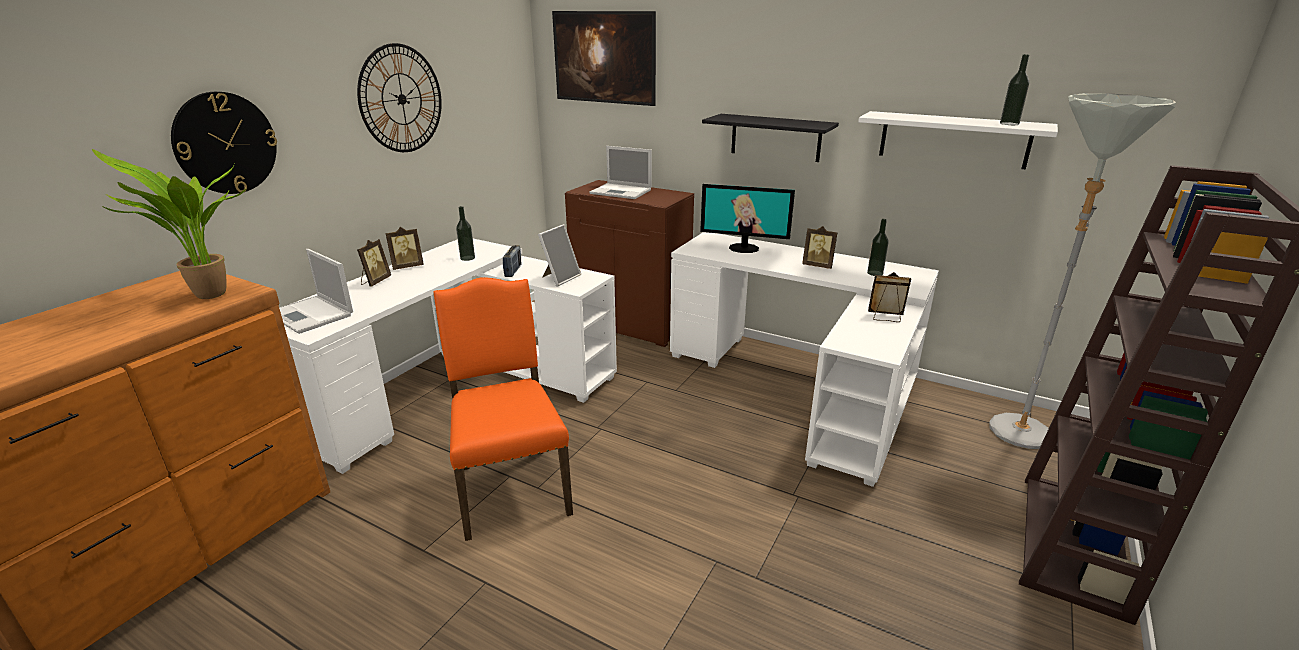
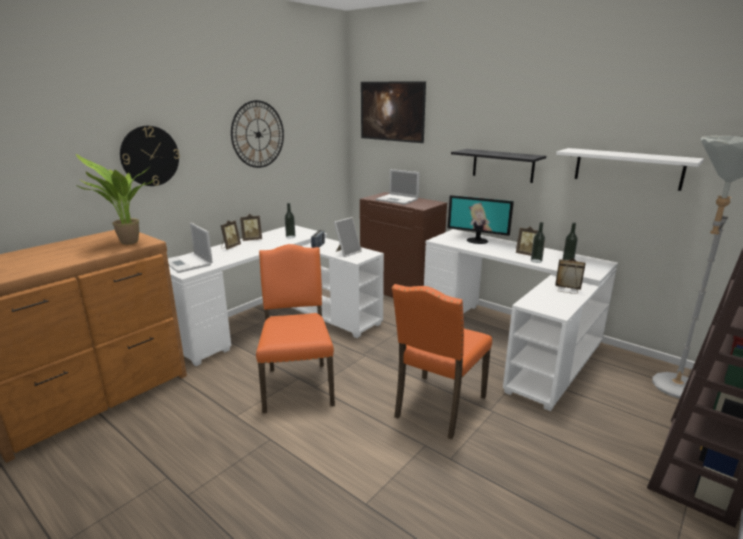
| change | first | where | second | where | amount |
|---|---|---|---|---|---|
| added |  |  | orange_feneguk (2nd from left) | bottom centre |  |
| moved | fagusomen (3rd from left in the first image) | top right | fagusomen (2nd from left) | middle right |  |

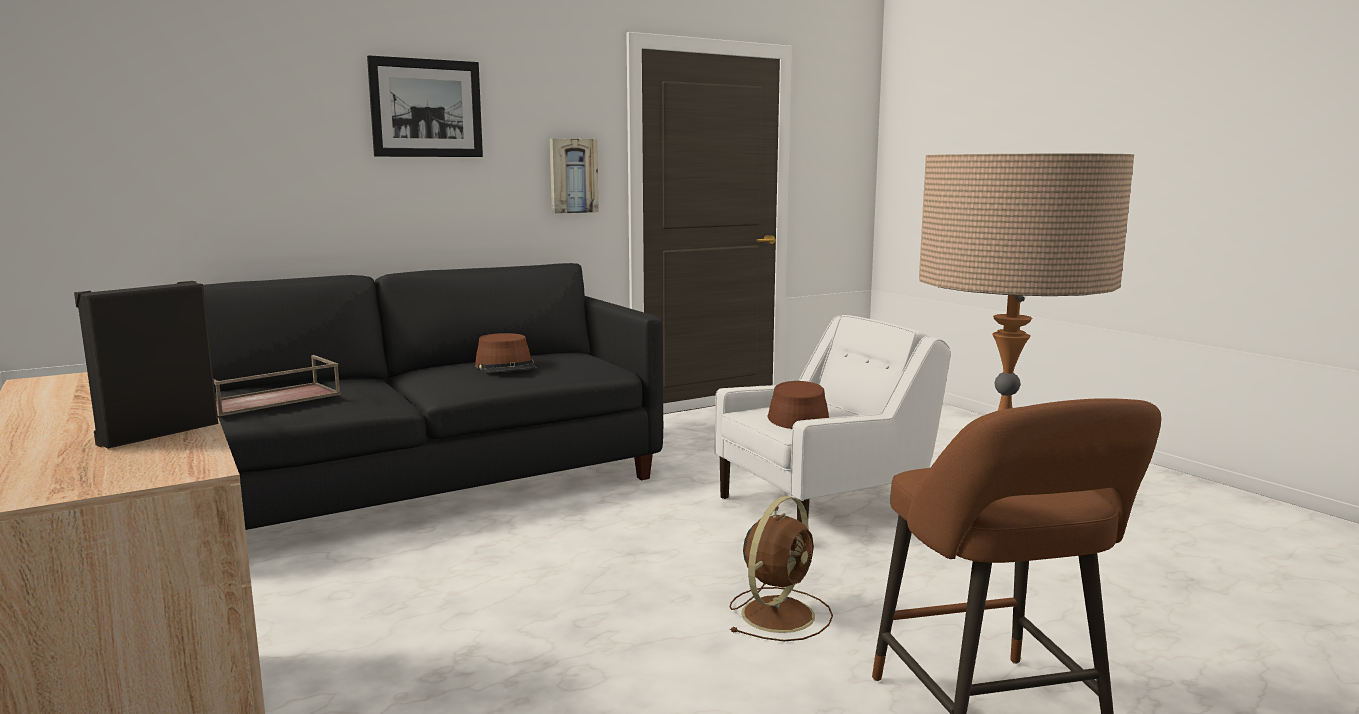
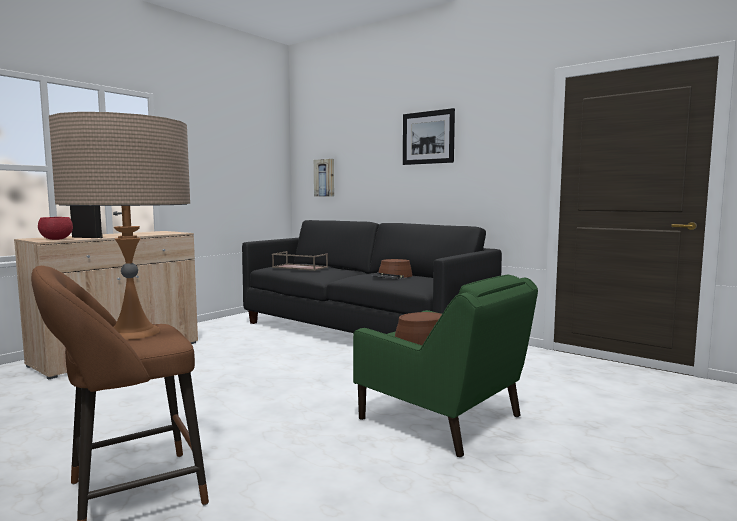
| change | first | where | second | where | amount |
|---|---|---|---|---|---|
| added |  |  | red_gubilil | middle left |  |
| moved | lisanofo (2nd from left in the first image) | top centre | lisanofo (1st from left) | centre |  |
| recoloured | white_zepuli | centre | green_zepuli | bottom centre |  |
| removed | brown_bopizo | bottom centre |  |  |  |

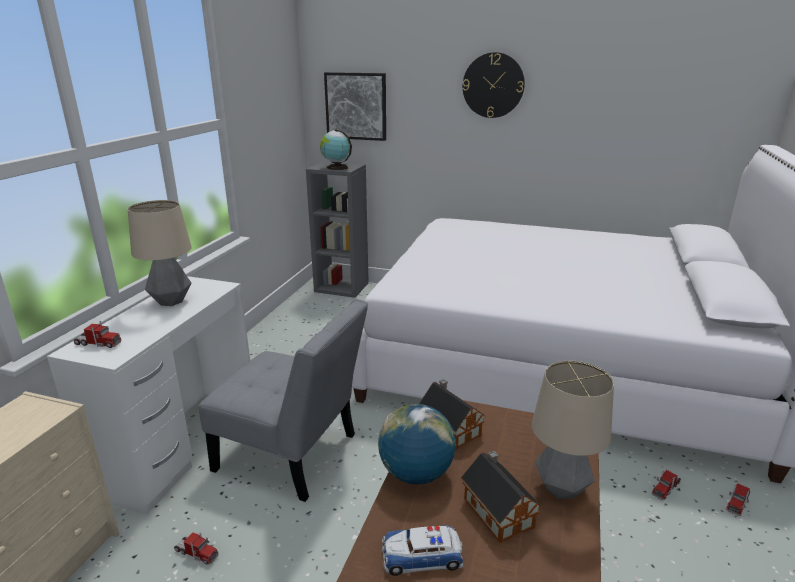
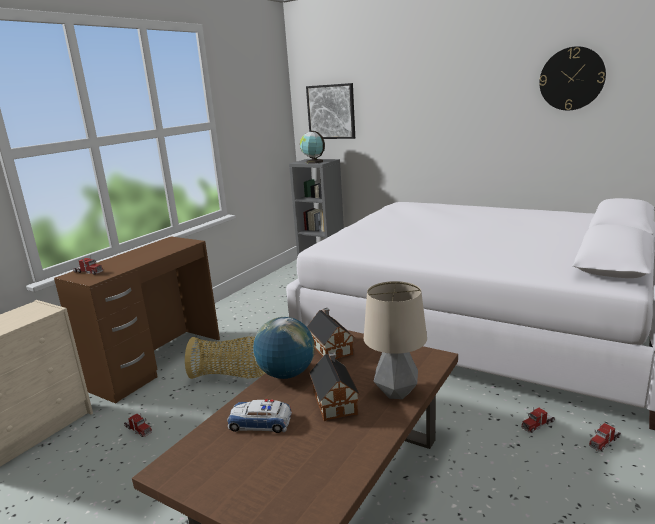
| change | first | where | second | where | amount |
|---|---|---|---|---|---|
| recoloured | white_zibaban | bottom left | brown_zibaban | middle left |  |
| replaced | grey_feneguk | bottom centre | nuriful | bottom centre |  |
| moved | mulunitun | top centre |  | top right |  |
| removed | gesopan (1st from left) | middle left |  |  |  |

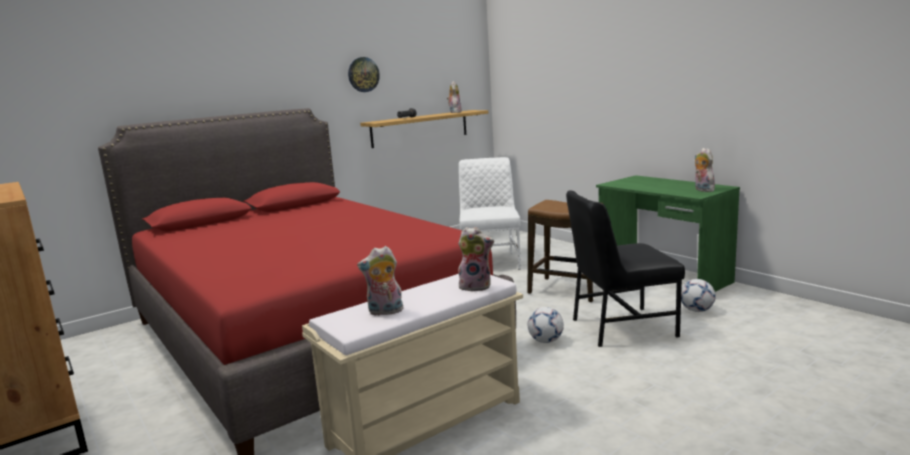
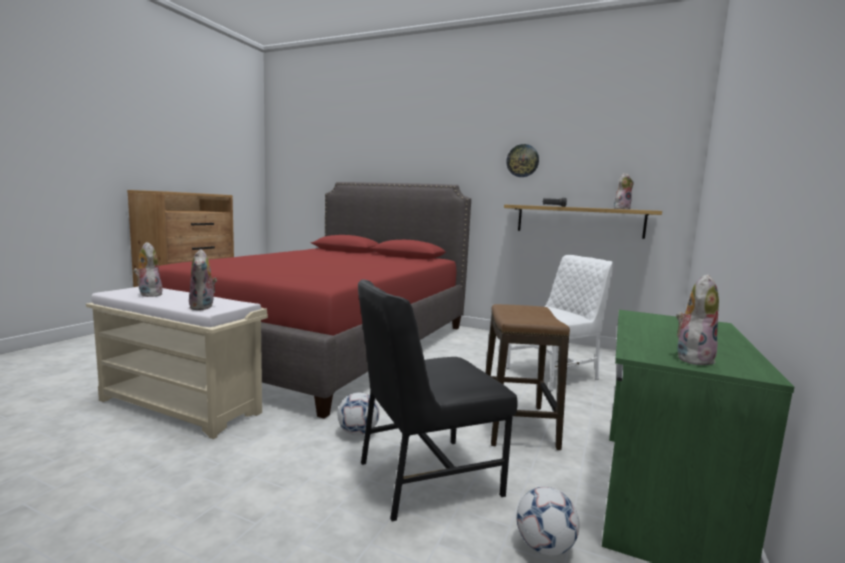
| change | first | where | second | where | amount |
|---|---|---|---|---|---|
| turned | black_feneguk | middle right |  | bottom centre | 75 degrees counterclockwise |

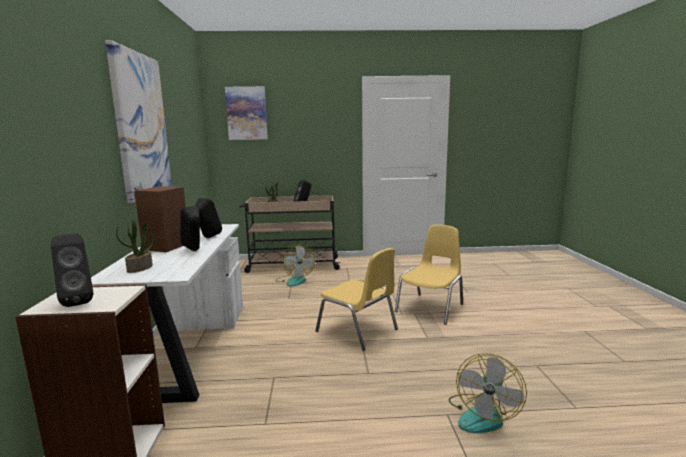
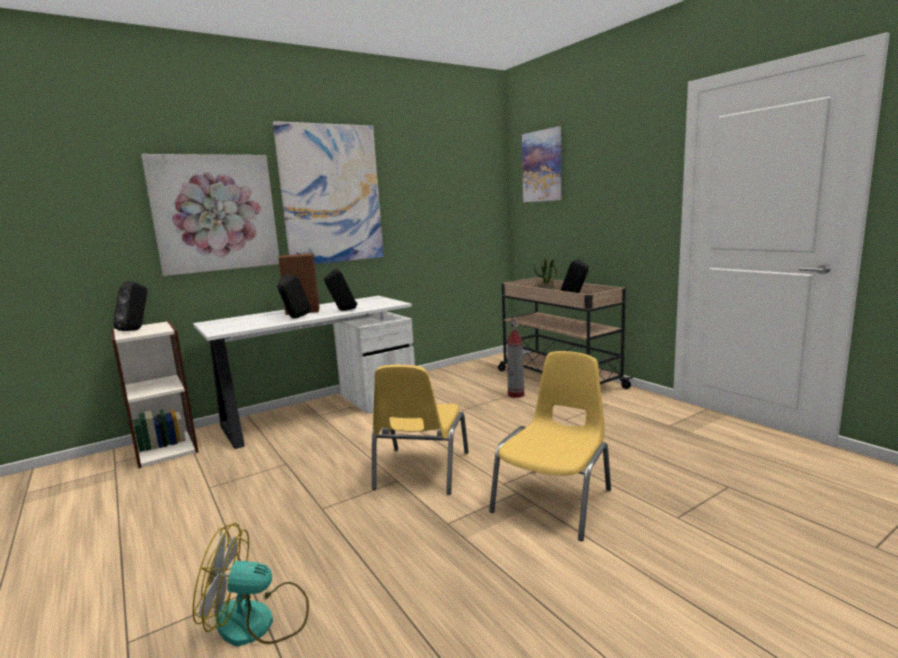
| change | first | where | second | where | amount |
|---|---|---|---|---|---|
| added |  |  | lisanofo (1st from left) | top left |  |
| turned | yellow_feneguk (2nd from left) | centre |  | bottom centre | 60 degrees counterclockwise |
| replaced | bopizo (1st from left) | centre | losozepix | centre |  |
| removed | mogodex (1st from left) | middle left |  |  |  |

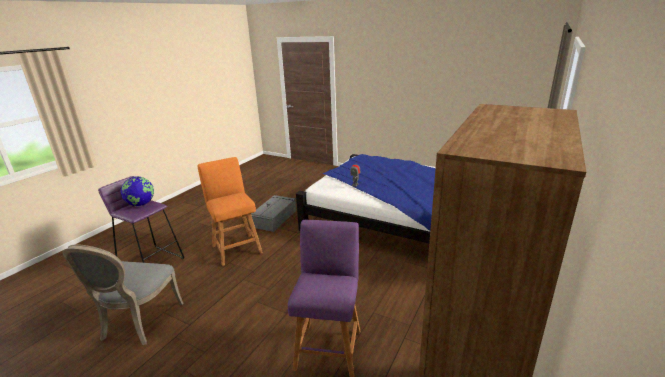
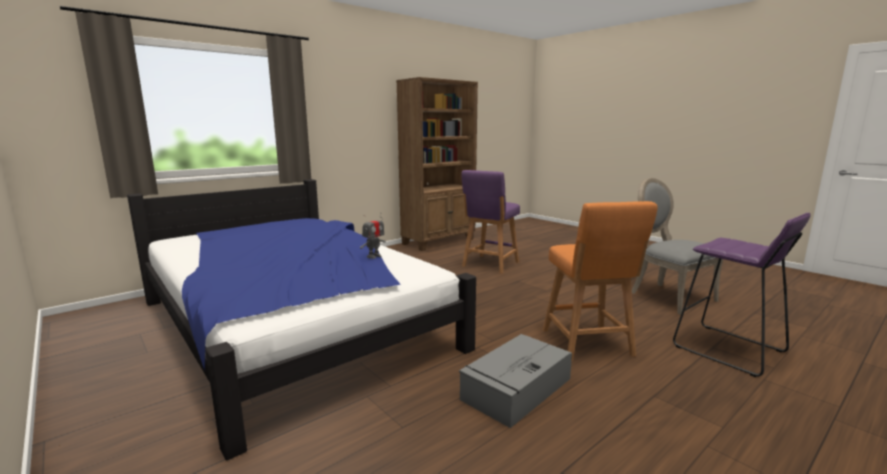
| change | first | where | second | where | amount |
|---|---|---|---|---|---|
| turned | grey_feneguk | bottom left |  | middle right | 60 degrees counterclockwise |
| removed | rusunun | middle left |  |  |  |

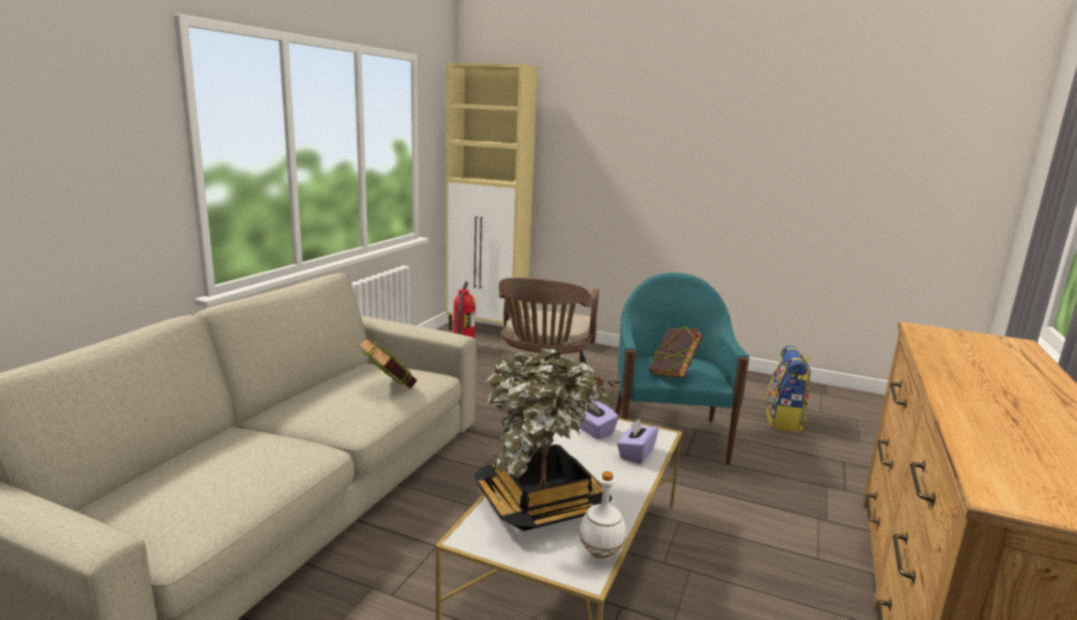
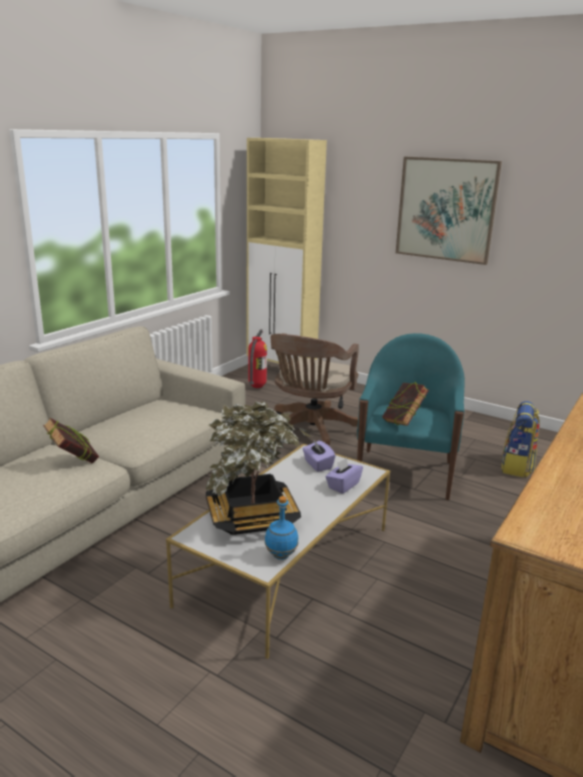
| change | first | where | second | where | amount |
|---|---|---|---|---|---|
| moved | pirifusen (1st from left) | centre |  | middle left |  |
| recoloured | white_fagusomen | bottom centre | blue_fagusomen | bottom centre |  |
| added |  |  | lisanofo | top right |  |

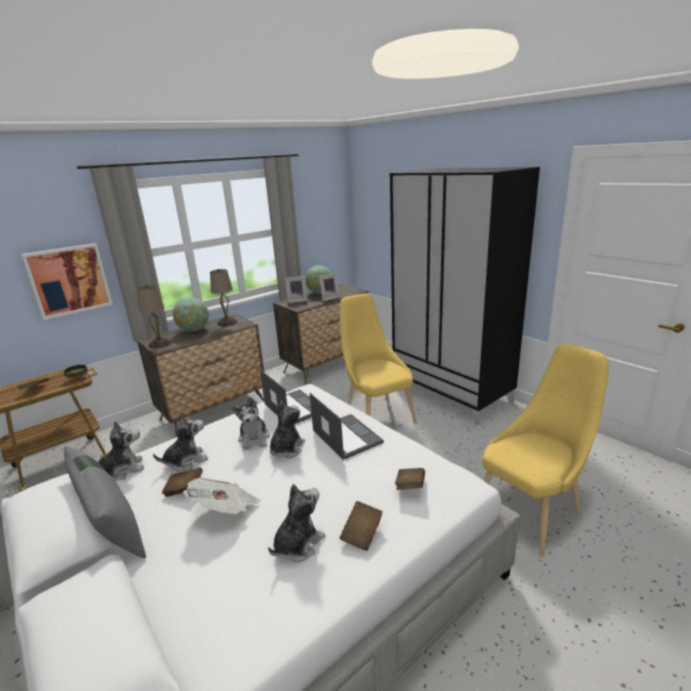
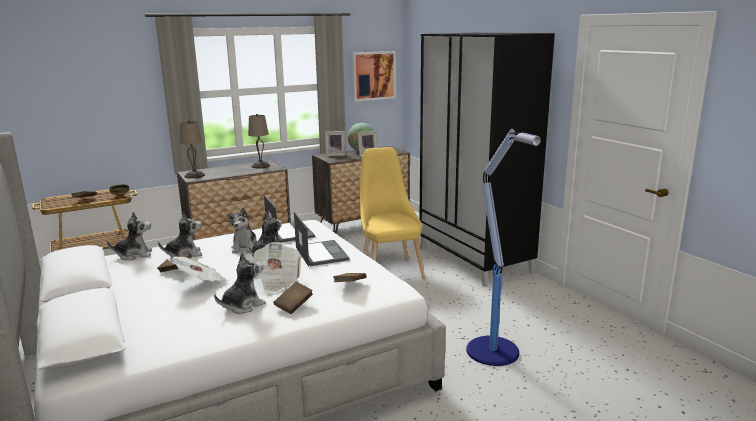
| change | first | where | second | where | amount |
|---|---|---|---|---|---|
| added |  |  | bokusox (2nd from left) | centre |  |
| moved | lisanofo | middle left |  | top centre |  |
| replaced | yellow_feneguk (2nd from left) | middle right | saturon | centre |  |
| removed | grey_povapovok | bottom left |  |  |  |
| removed | rusunun (1st from left) | middle left |  |  |  |

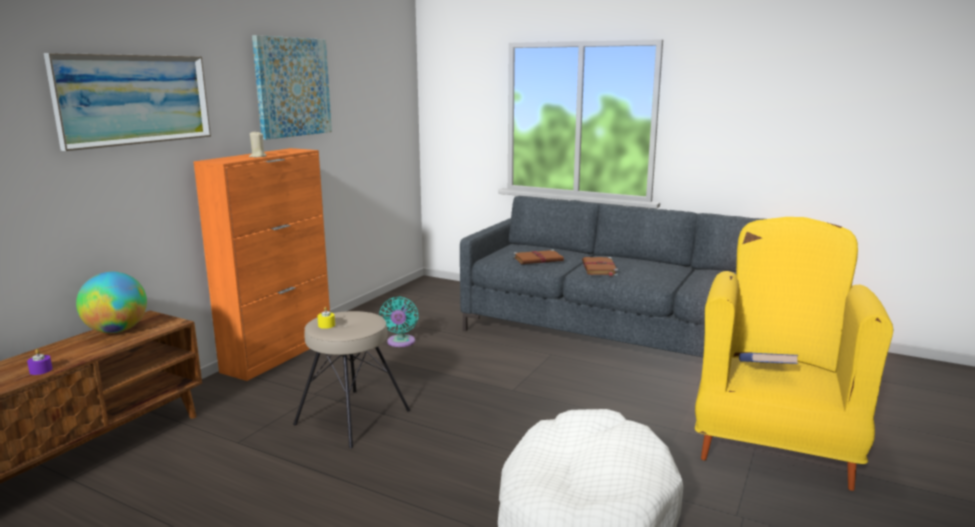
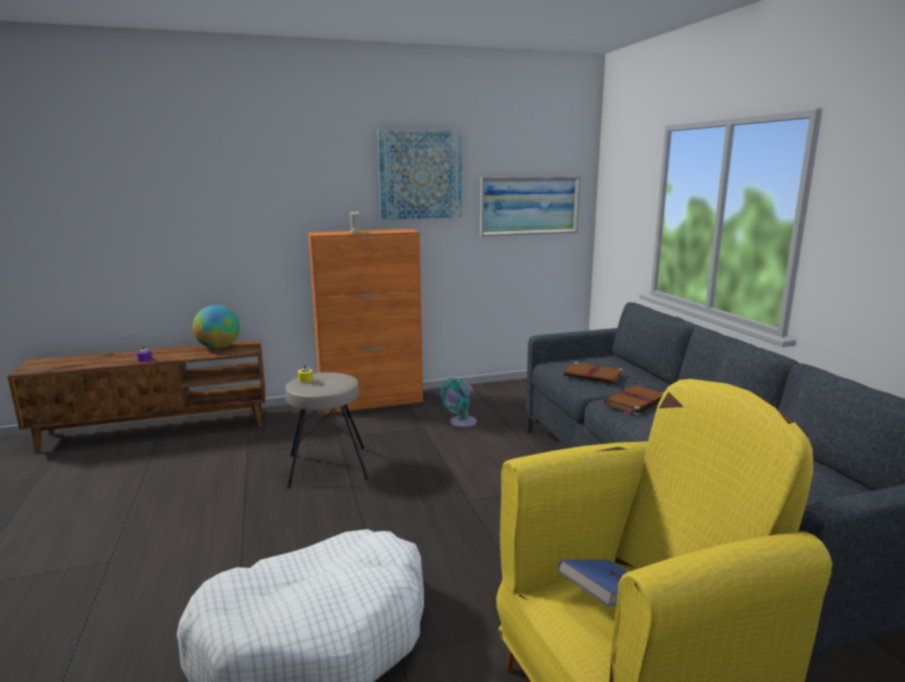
| change | first | where | second | where | amount |
|---|---|---|---|---|---|
| moved | lisanofo (1st from left in the first image) | top left | lisanofo (2nd from left) | top centre |  |

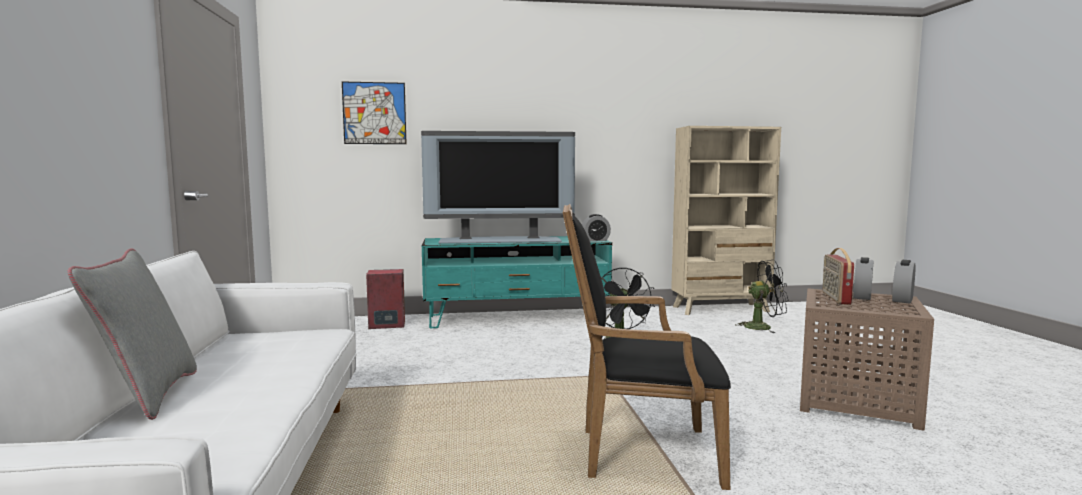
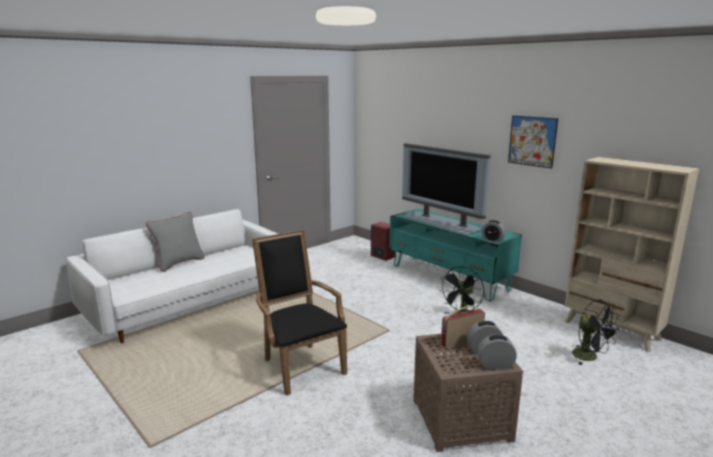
| change | first | where | second | where | amount |
|---|---|---|---|---|---|
| moved | lisanofo | top centre |  | top right |  |

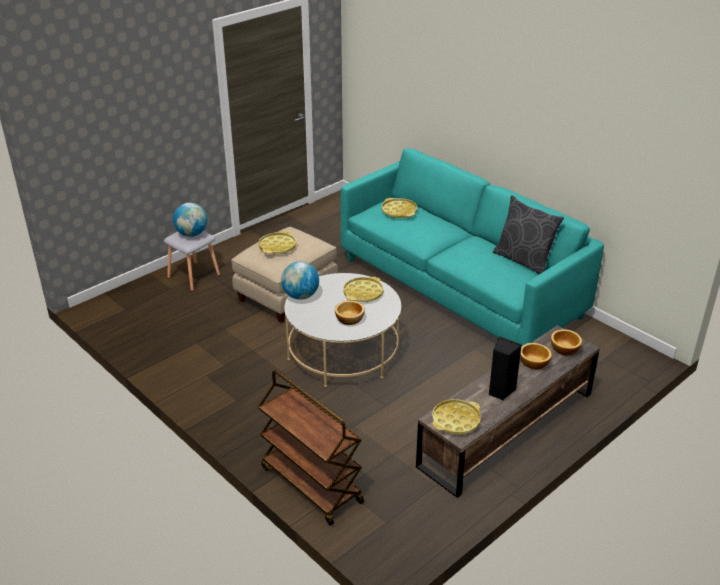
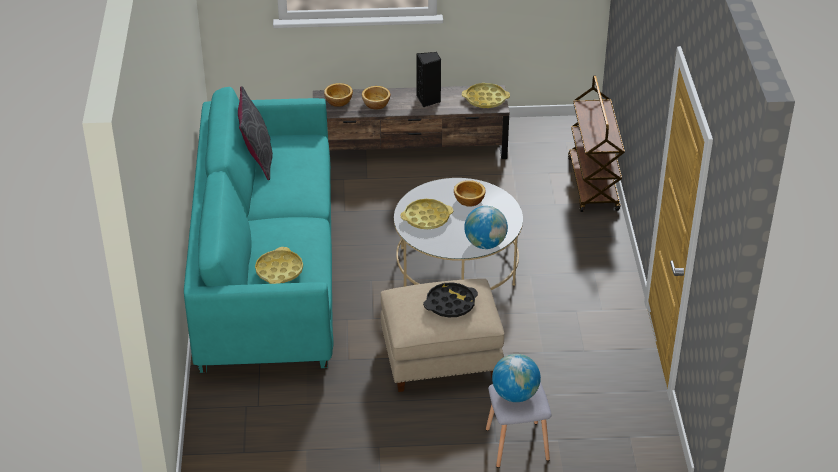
| change | first | where | second | where | amount |
|---|---|---|---|---|---|
| recoloured | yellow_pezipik (1st from left) | centre | black_pezipik | centre |  |

